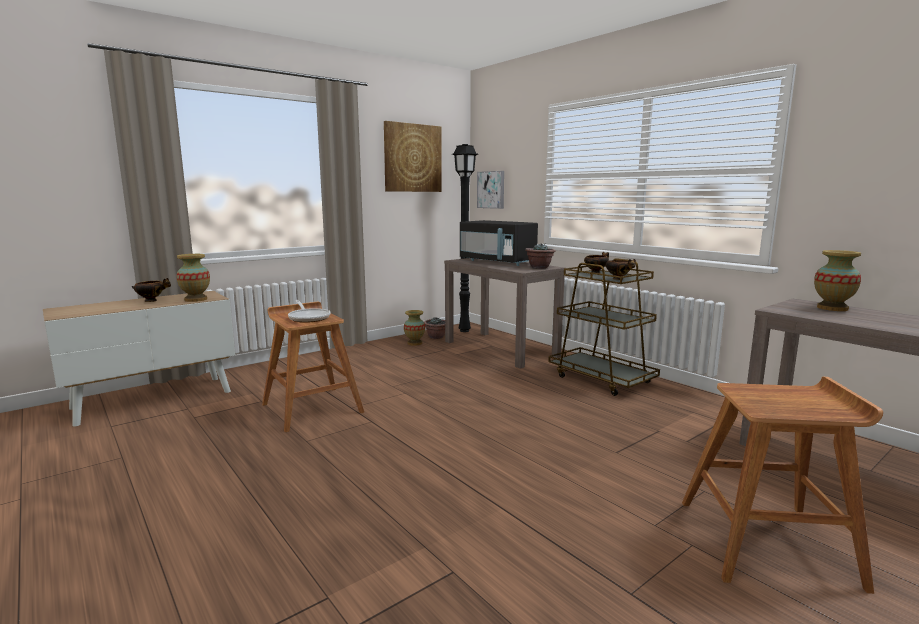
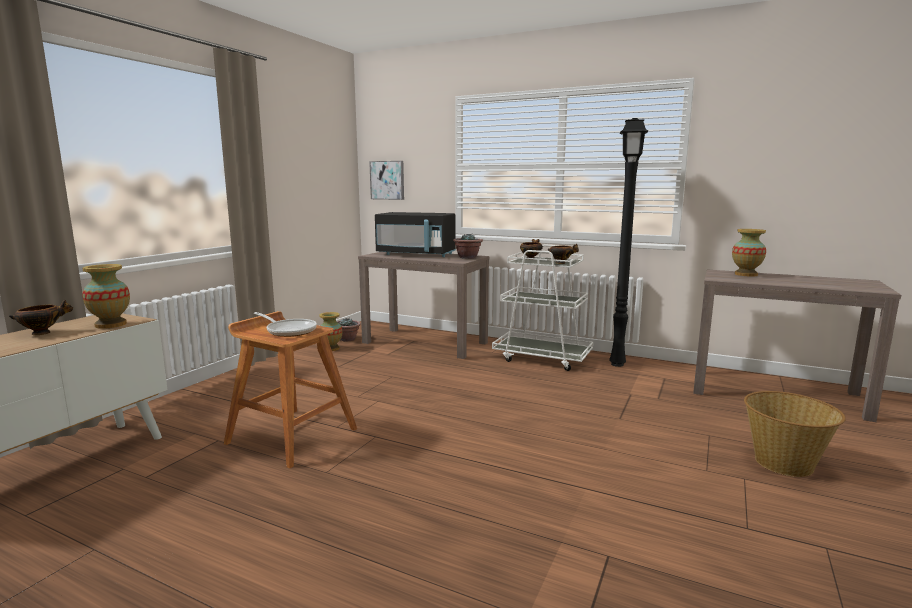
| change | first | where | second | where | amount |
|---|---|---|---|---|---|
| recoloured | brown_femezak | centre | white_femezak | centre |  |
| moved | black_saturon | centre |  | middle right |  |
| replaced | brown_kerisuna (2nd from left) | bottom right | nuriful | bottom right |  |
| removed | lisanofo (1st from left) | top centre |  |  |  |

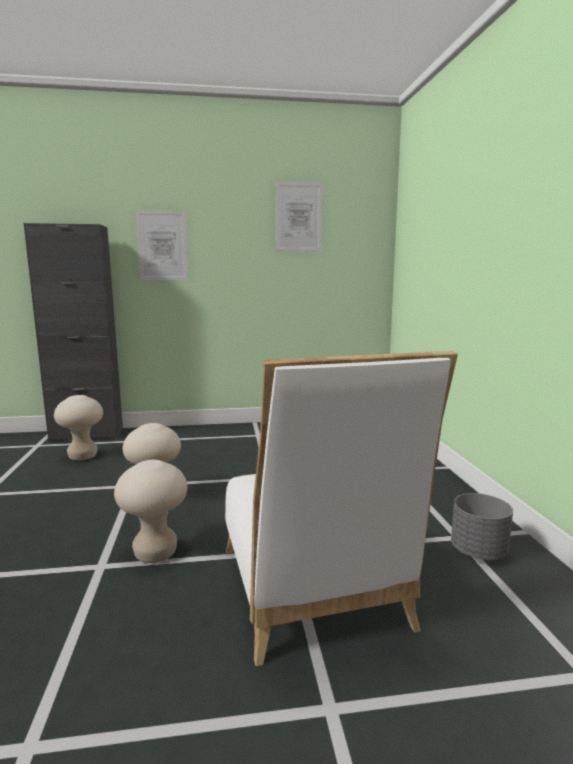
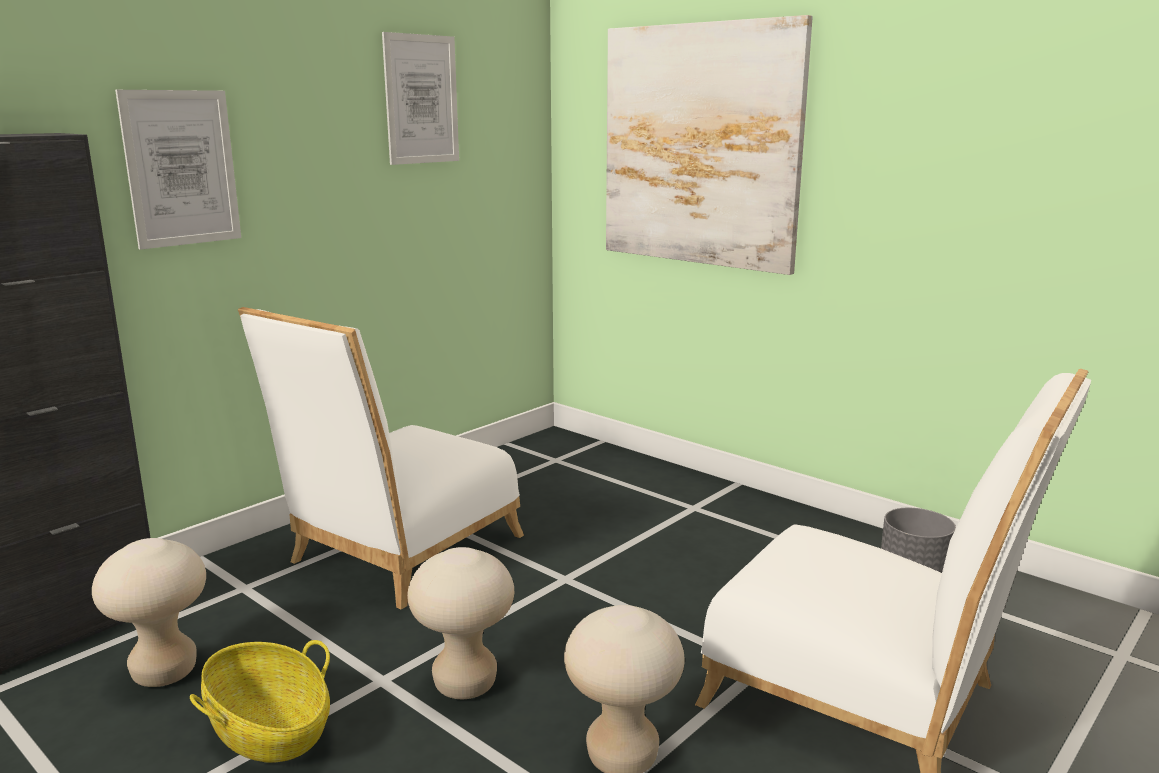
| change | first | where | second | where | amount |
|---|---|---|---|---|---|
| added |  |  | nuriful | bottom left |  |
| added |  |  | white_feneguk (1st from left) | middle left |  |
| added |  |  | lisanofo (3rd from left) | top centre |  |

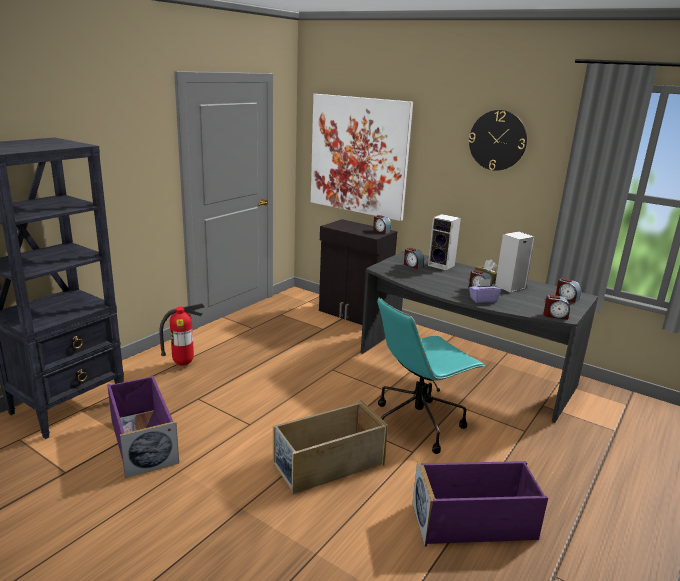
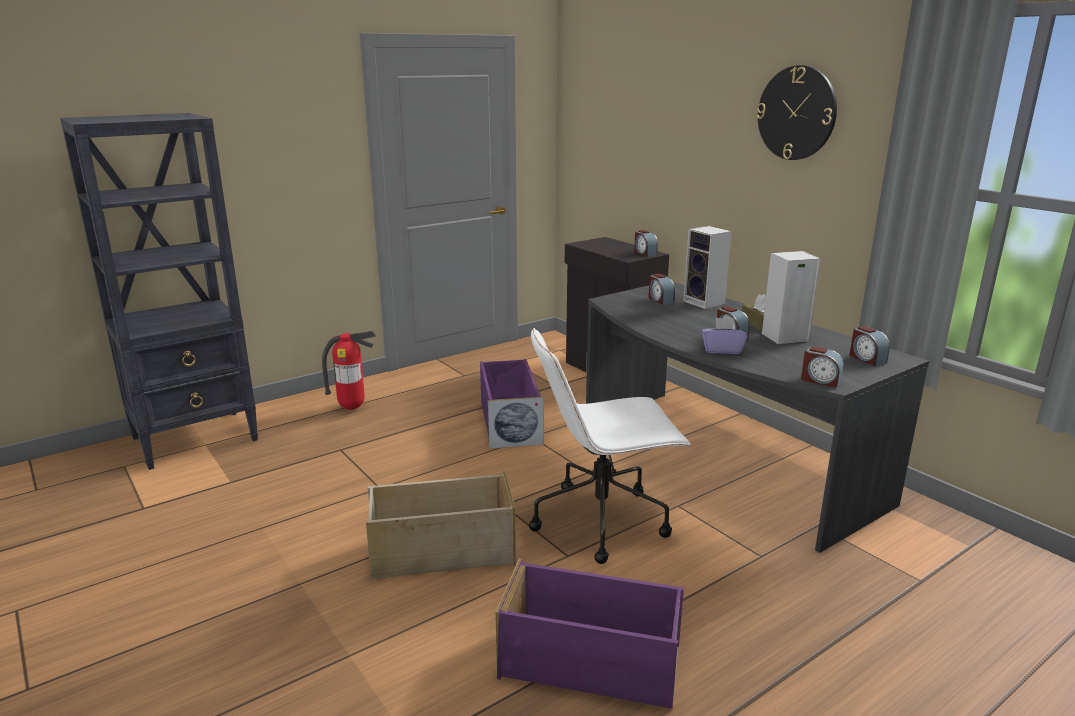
| change | first | where | second | where | amount |
|---|---|---|---|---|---|
| moved | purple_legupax (1st from left) | bottom left |  | centre |  |
| recoloured | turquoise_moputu | centre | white_moputu | centre |  |
| removed | lisanofo | top centre |  |  |  |

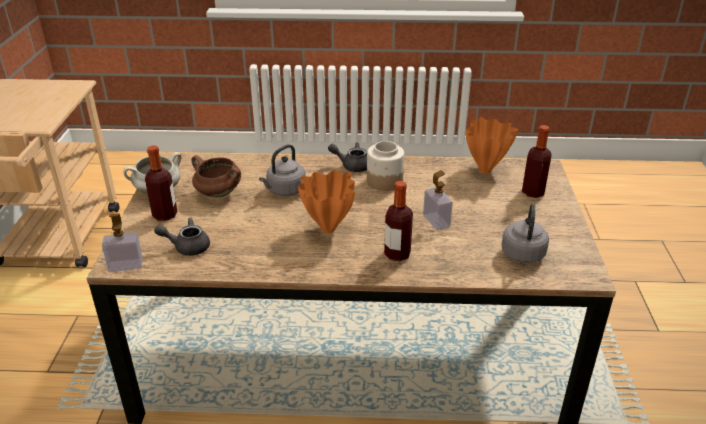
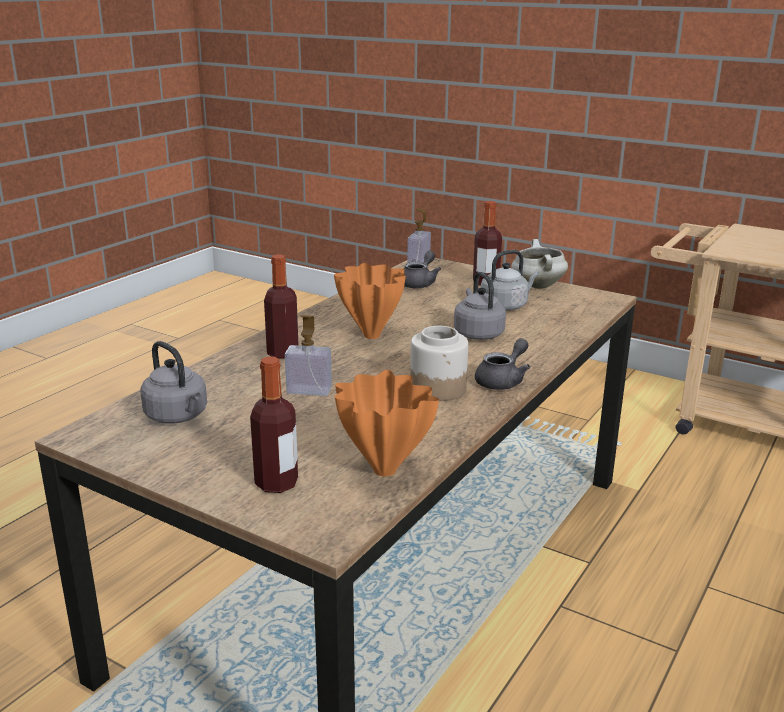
| change | first | where | second | where | amount |
|---|---|---|---|---|---|
| replaced | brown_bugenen | middle left | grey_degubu (3rd from left) | centre |  |

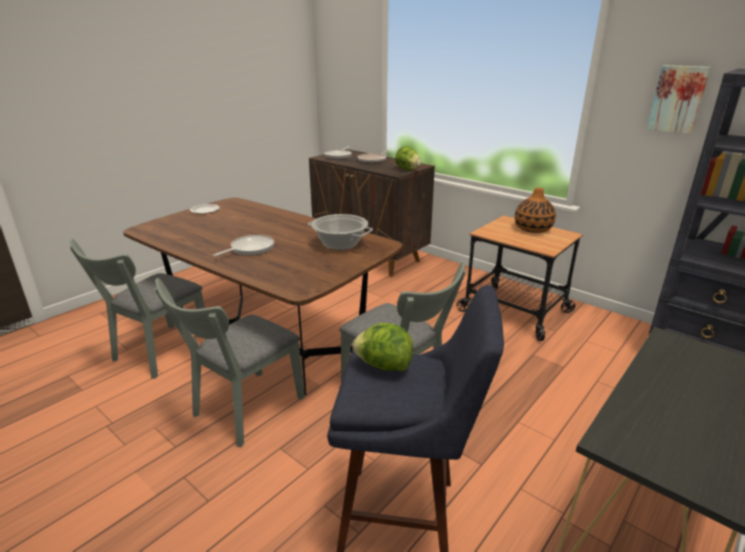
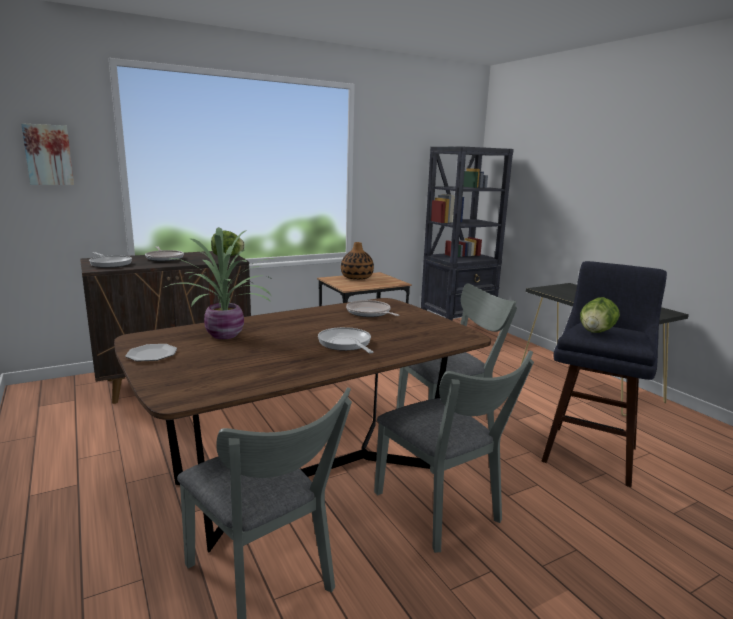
| change | first | where | second | where | amount |
|---|---|---|---|---|---|
| moved | lisanofo | top right |  | top left |  |
| added |  |  | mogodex | middle left |  |
| replaced | bugenen | centre | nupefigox (4th from left) | centre |  |

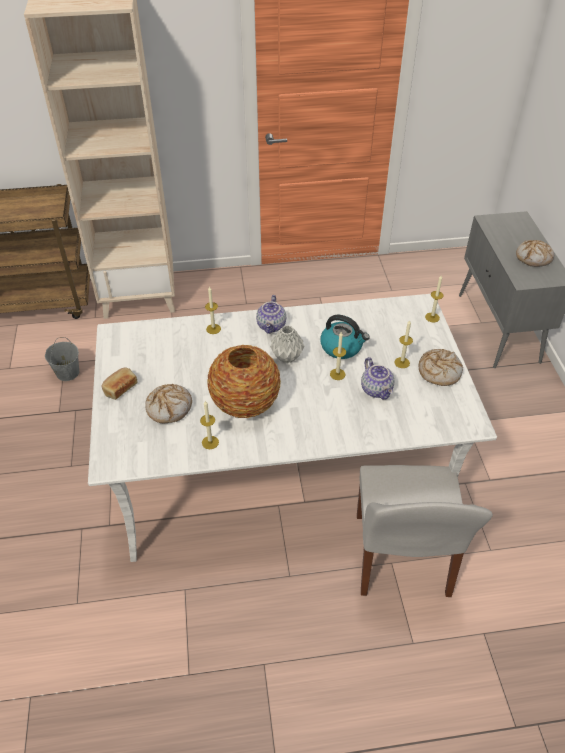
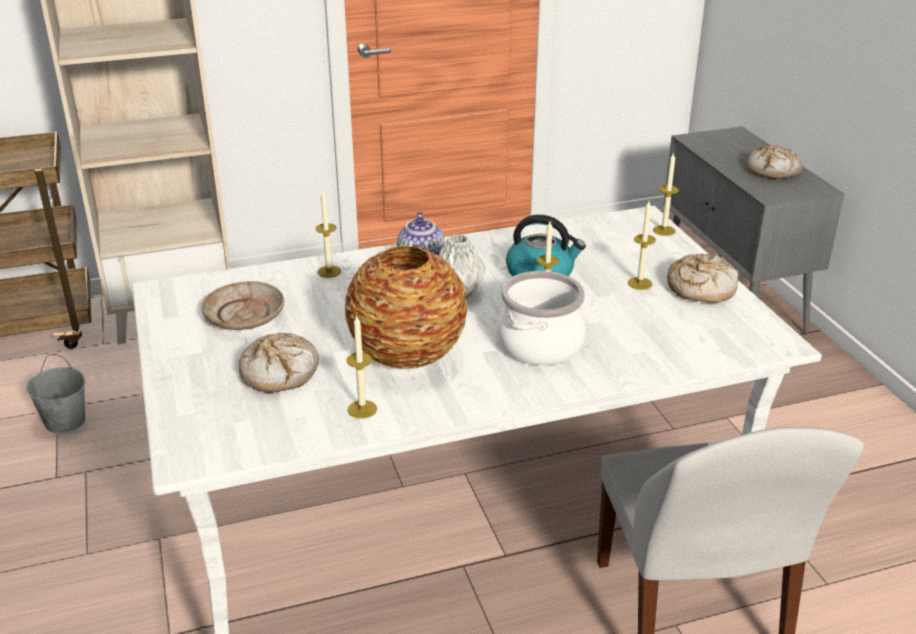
| change | first | where | second | where | amount |
|---|---|---|---|---|---|
| added |  |  | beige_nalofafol | middle left |  |
| added |  |  | bugenen | centre |  |
| removed | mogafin (1st from left) | middle left |  |  |  |
| removed | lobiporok (2nd from left) | middle right |  |  |  |

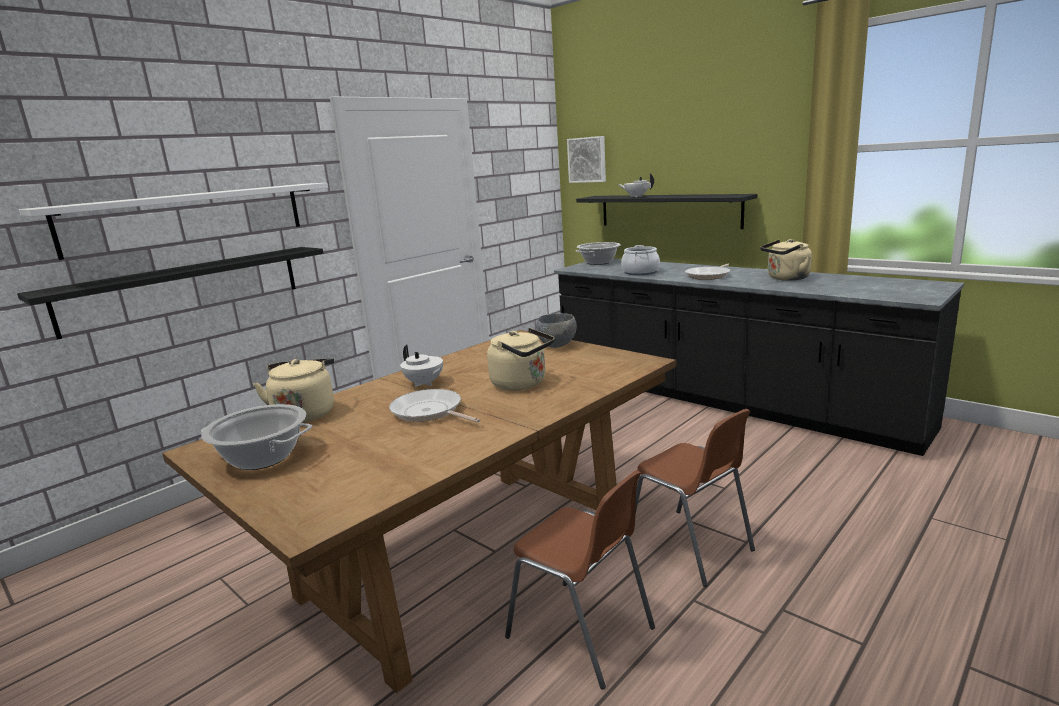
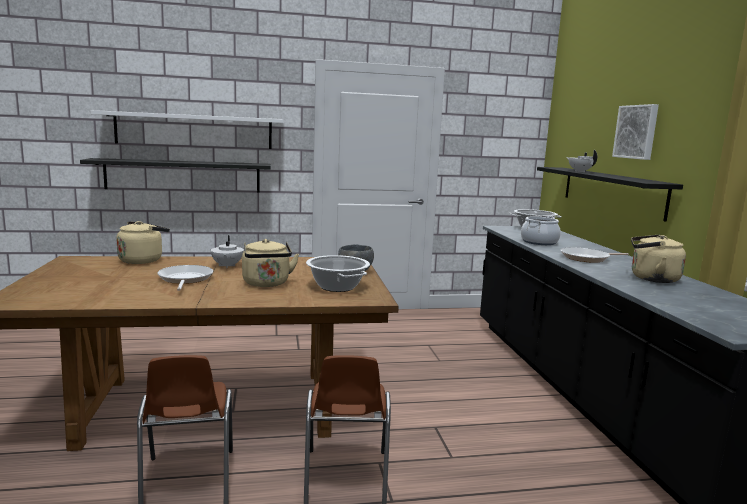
| change | first | where | second | where | amount |
|---|---|---|---|---|---|
| moved | bugenen (1st from left) | middle left |  | centre |  |
| moved | lisanofo | top centre |  | top right |  |

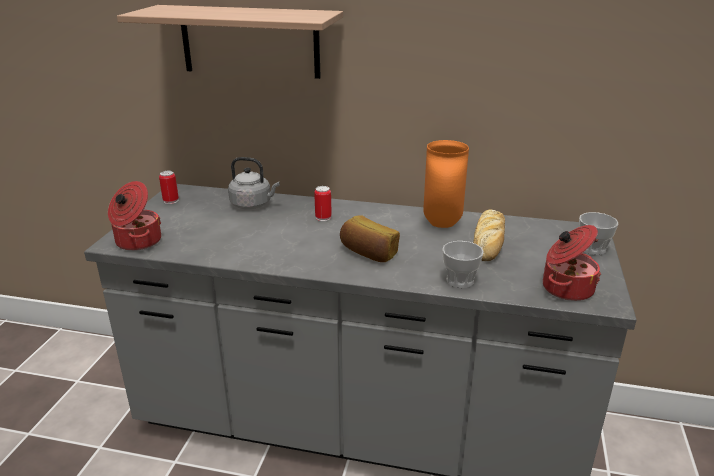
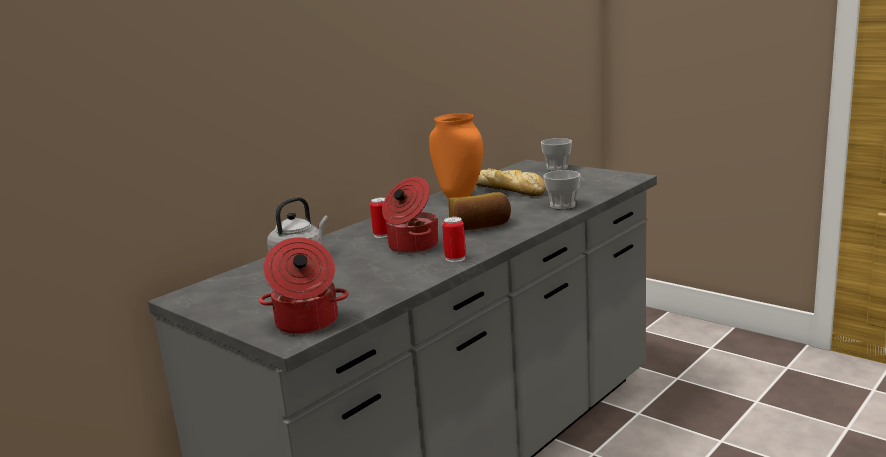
| change | first | where | second | where | amount |
|---|---|---|---|---|---|
| moved | bugenen (2nd from left) | middle right |  | centre |  |
| moved | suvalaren (1st from left in the first image) | middle left | suvalaren (2nd from left) | centre |  |
| removed | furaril | top left |  |  |  |

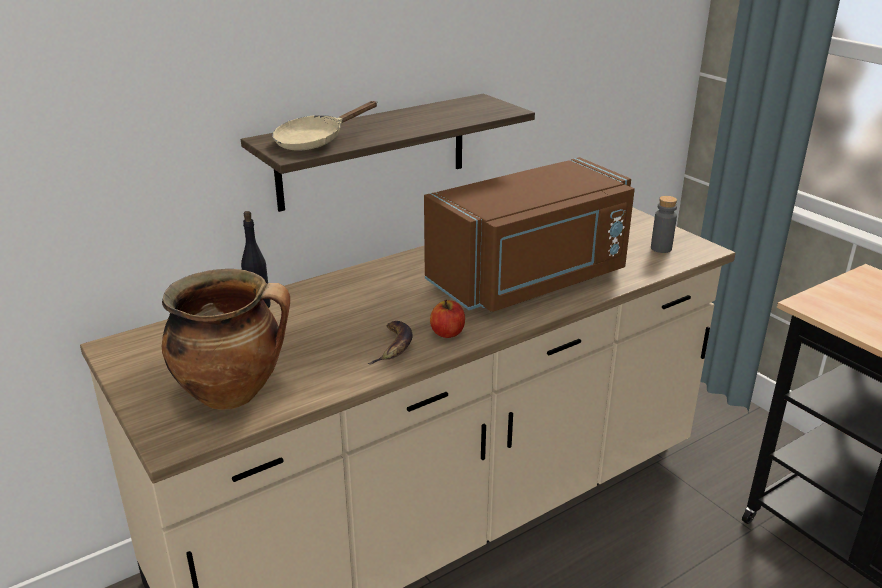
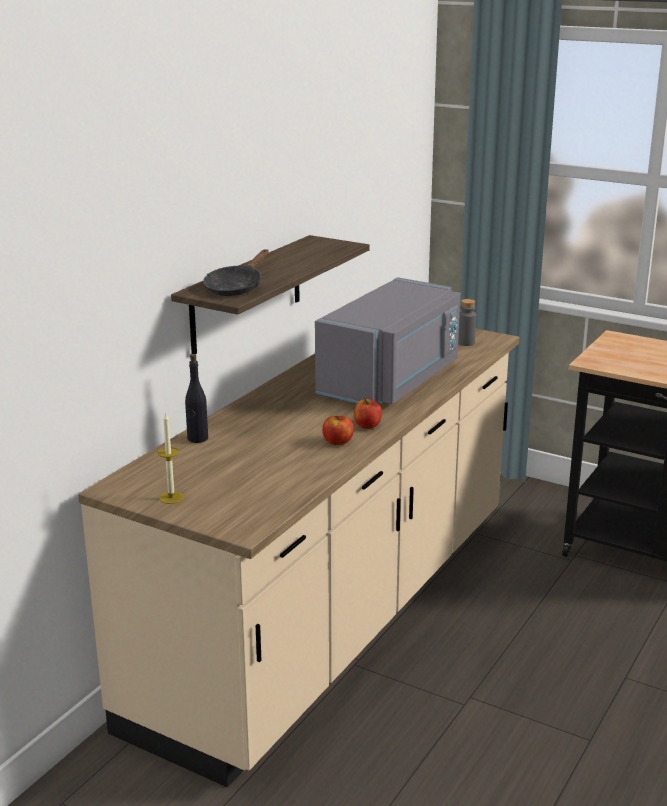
| change | first | where | second | where | amount |
|---|---|---|---|---|---|
| added |  |  | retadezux | middle left |  |
| recoloured | beige_nupefigox | top centre | black_nupefigox | centre |  |
| recoloured | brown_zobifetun | centre | grey_zobifetun | centre |  |
| replaced | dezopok | centre | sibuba (1st from left) | centre |  |
| removed | bugenen | middle left |  |  |  |

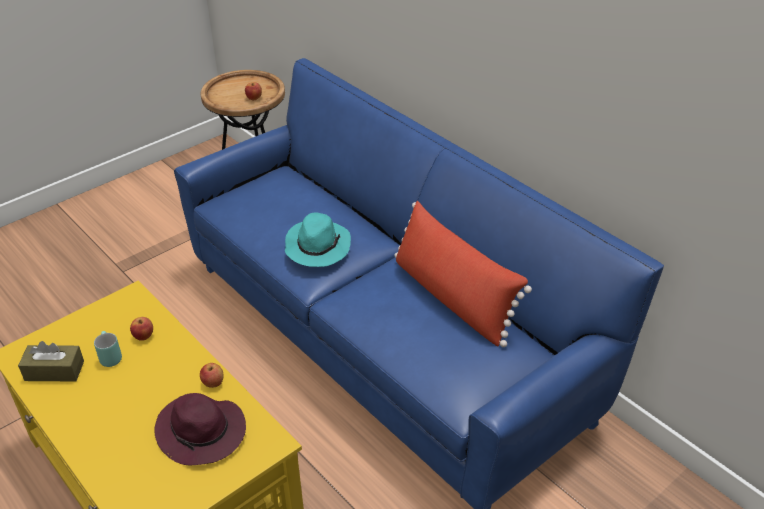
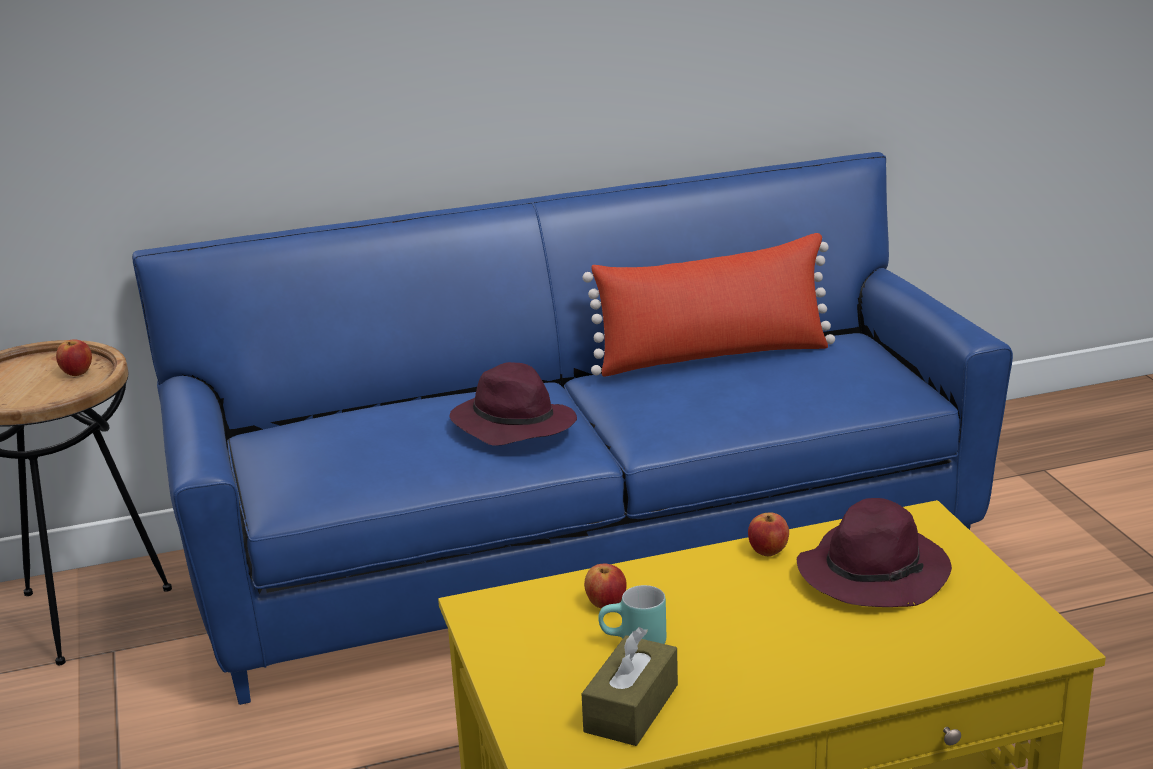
| change | first | where | second | where | amount |
|---|---|---|---|---|---|
| recoloured | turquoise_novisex | centre | purple_novisex (1st from left) | centre |  |

